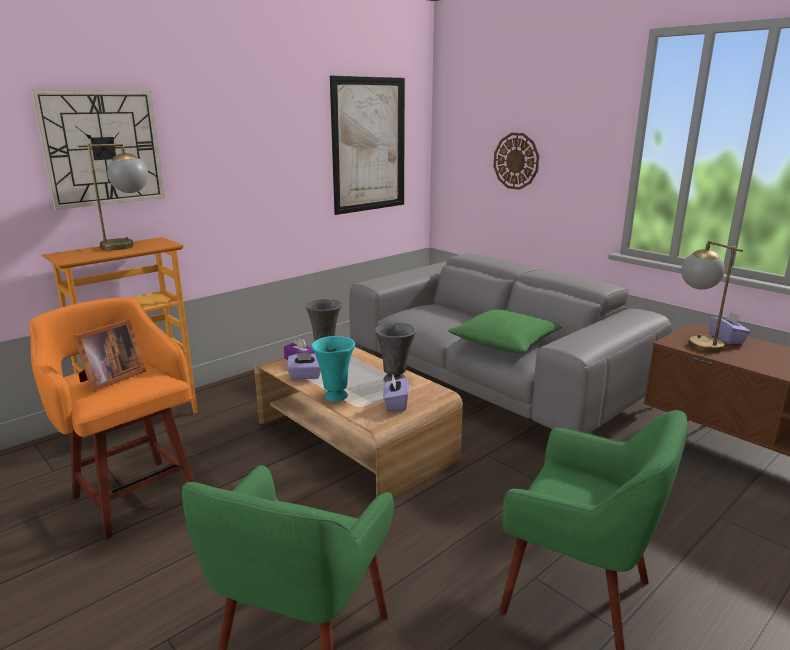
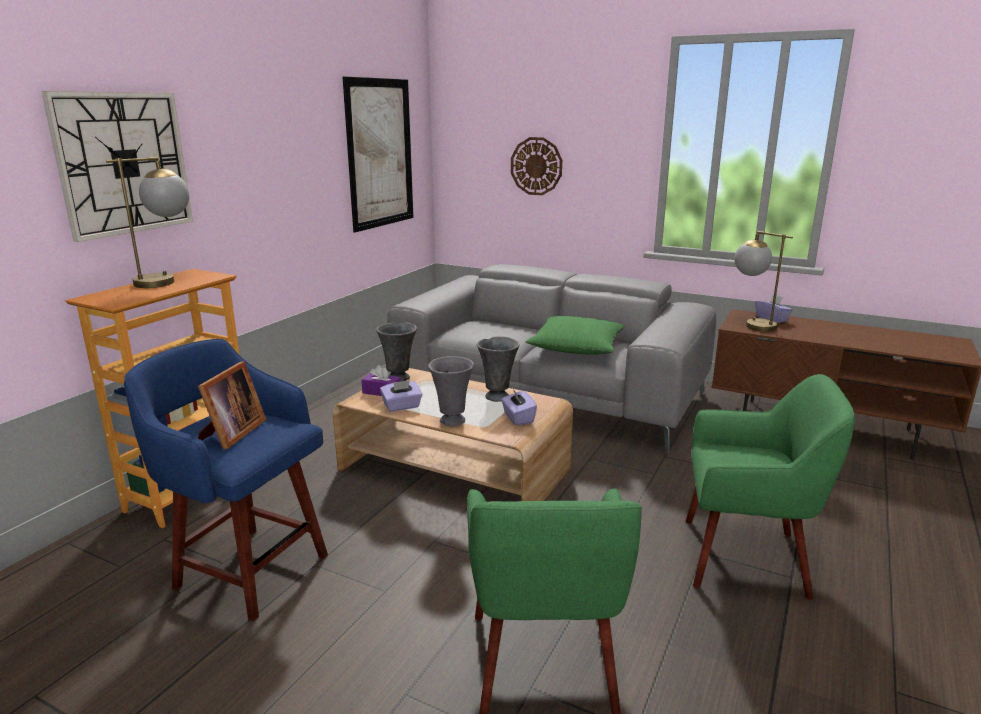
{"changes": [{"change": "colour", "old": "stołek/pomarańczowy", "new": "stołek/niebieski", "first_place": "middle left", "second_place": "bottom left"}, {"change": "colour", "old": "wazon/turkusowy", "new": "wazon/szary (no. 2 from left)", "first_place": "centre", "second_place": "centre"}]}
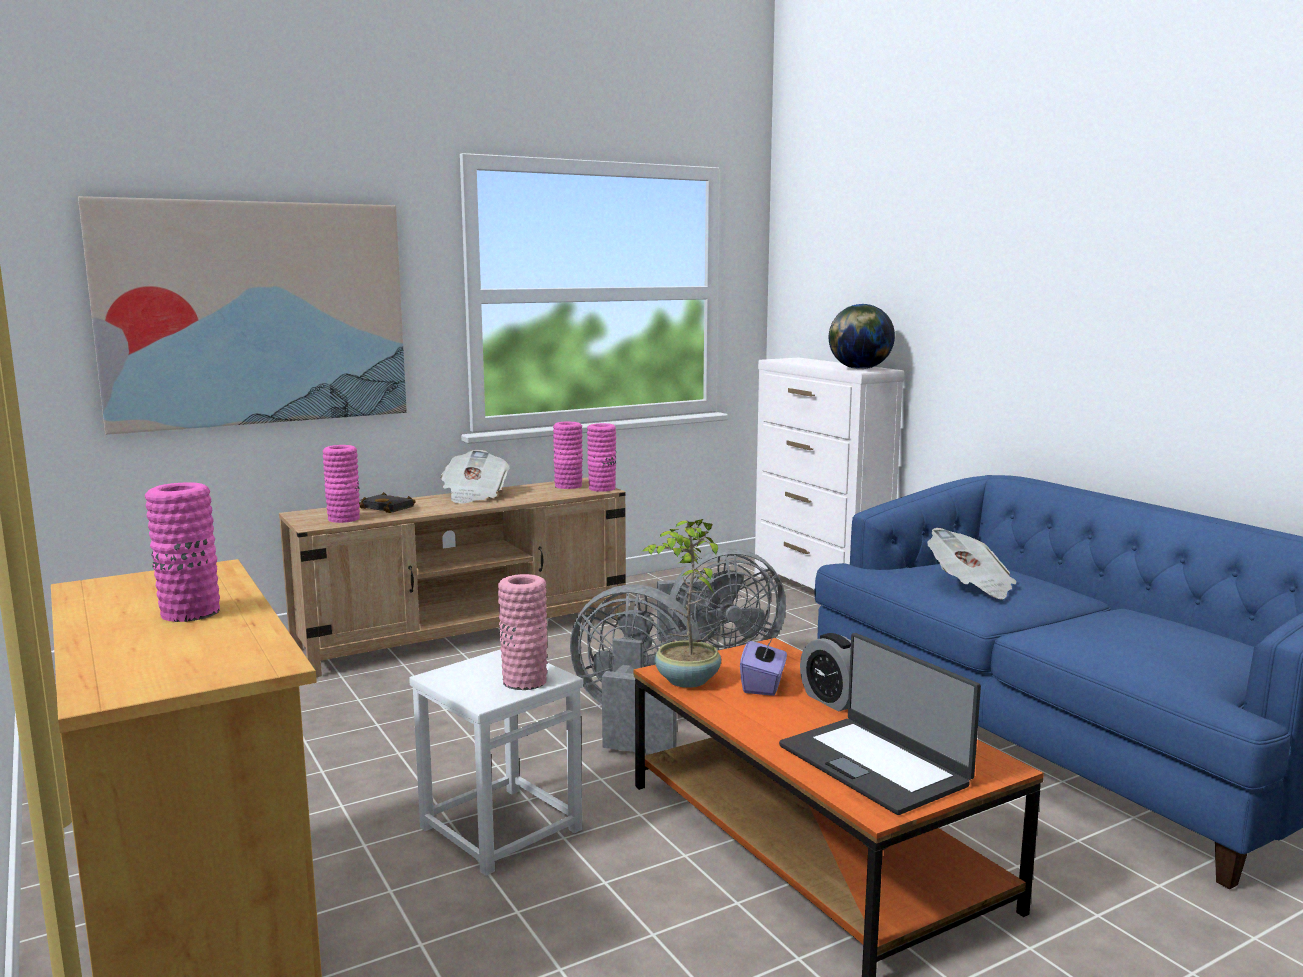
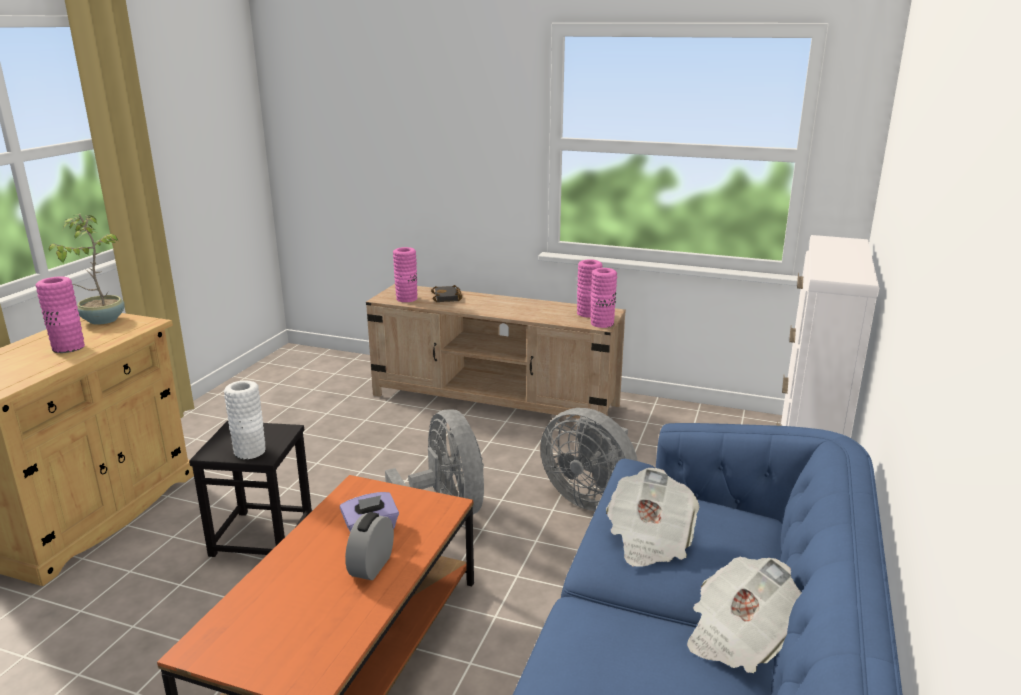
{"changes": [{"change": "missing", "old": "obraz", "first_place": "top left"}, {"change": "missing", "old": "laptop", "first_place": "bottom right"}, {"change": "missing", "old": "globus", "first_place": "centre"}, {"change": "relocated", "old": "gazeta (no. 1 from left in the first image)", "new": "gazeta (no. 2 from left)", "first_place": "centre", "second_place": "bottom right"}, {"change": "relocated", "old": "roślina doniczkowa", "first_place": "centre", "second_place": "middle left"}, {"change": "colour", "old": "stołek/biały", "new": "stołek/czarny", "first_place": "bottom centre", "second_place": "bottom left"}, {"change": "colour", "old": "wazon/różowy (no. 3 from left)", "new": "wazon/biały", "first_place": "centre", "second_place": "middle left"}]}
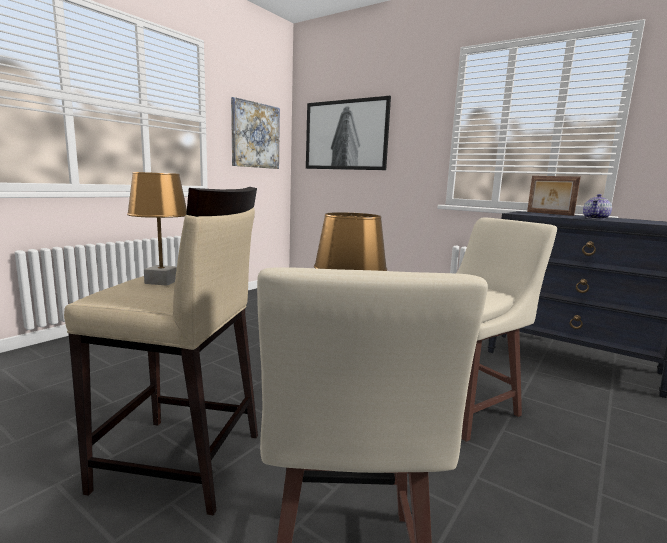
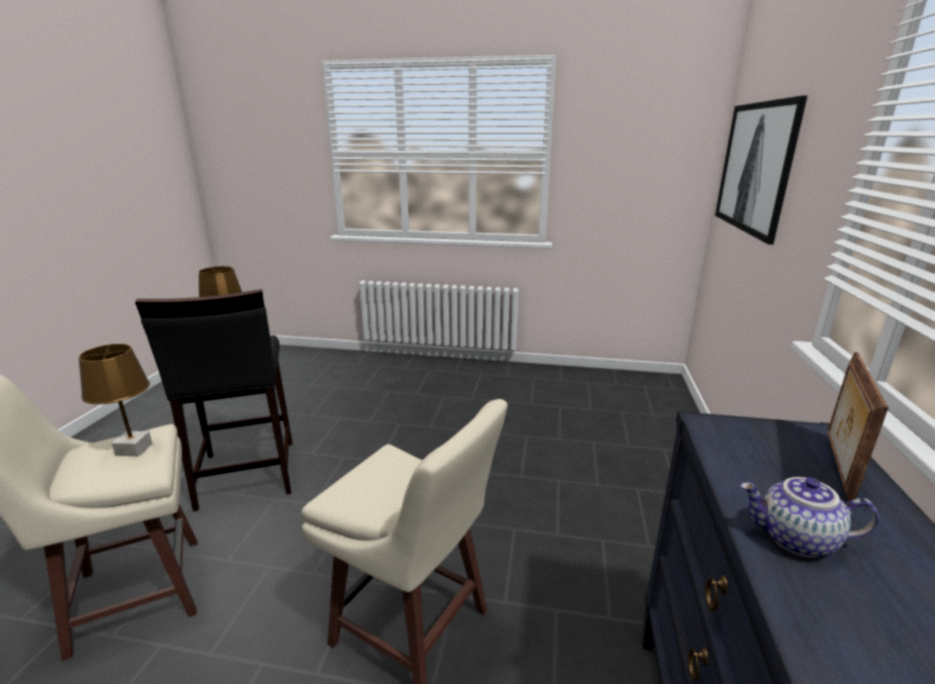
{"changes": [{"change": "missing", "old": "obraz (no. 1 from left)", "first_place": "top centre"}, {"change": "colour", "old": "stołek/beżowy (no. 1 from left)", "new": "stołek/czarny", "first_place": "middle left", "second_place": "middle left"}]}
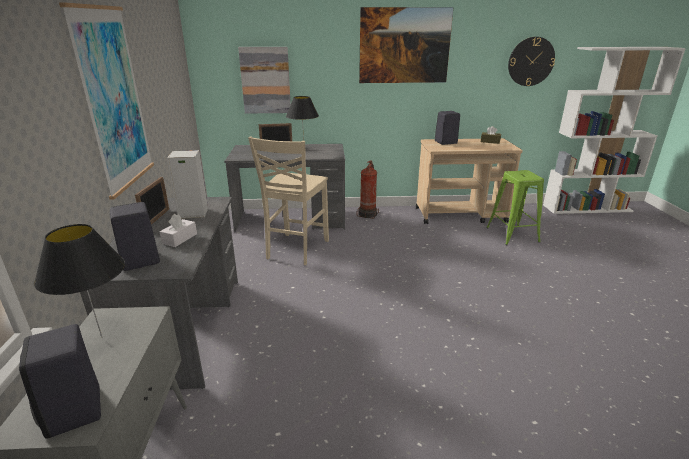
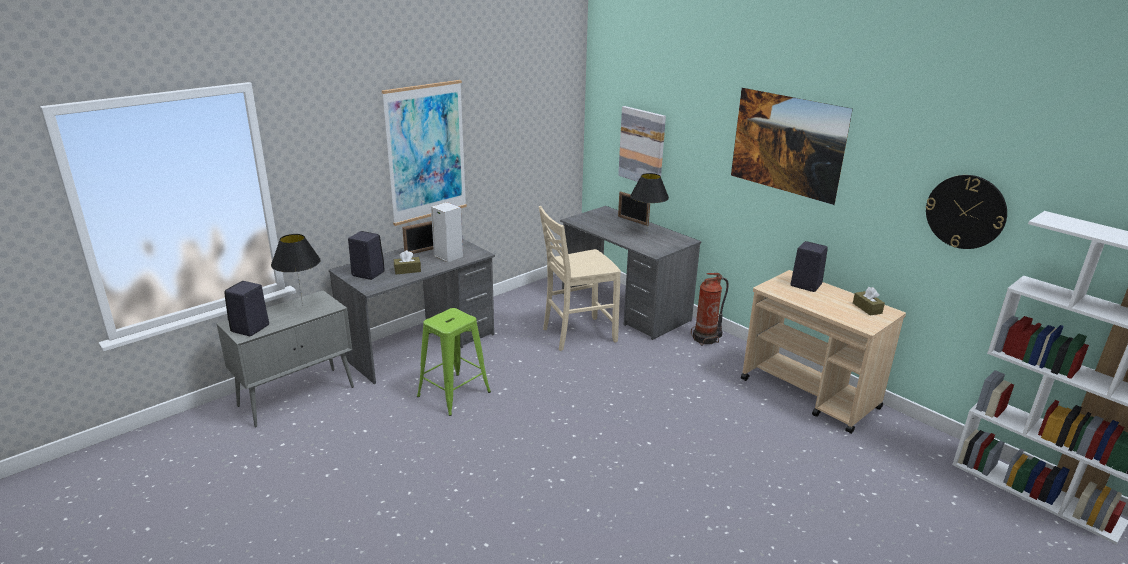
{"changes": [{"change": "relocated", "old": "stołek/zielony", "first_place": "middle right", "second_place": "centre"}, {"change": "colour", "old": "pudełko chusteczek/biały", "new": "pudełko chusteczek/brązowy (no. 1 from left)", "first_place": "middle left", "second_place": "centre"}]}
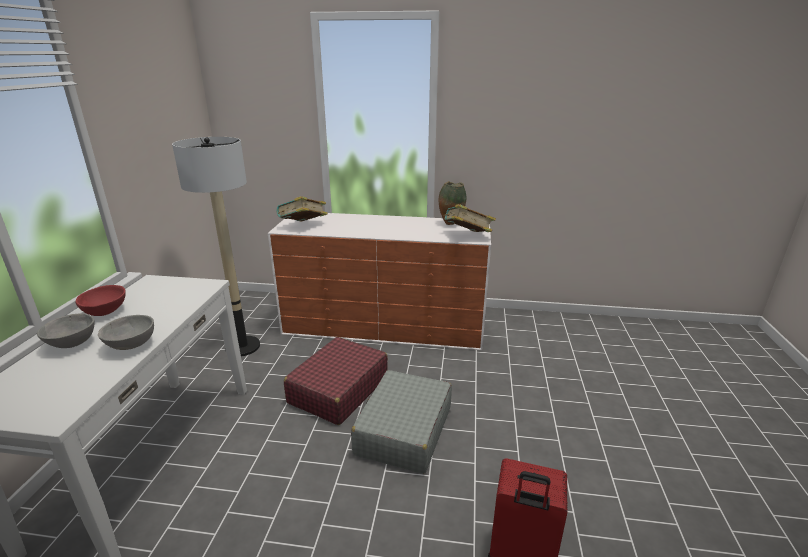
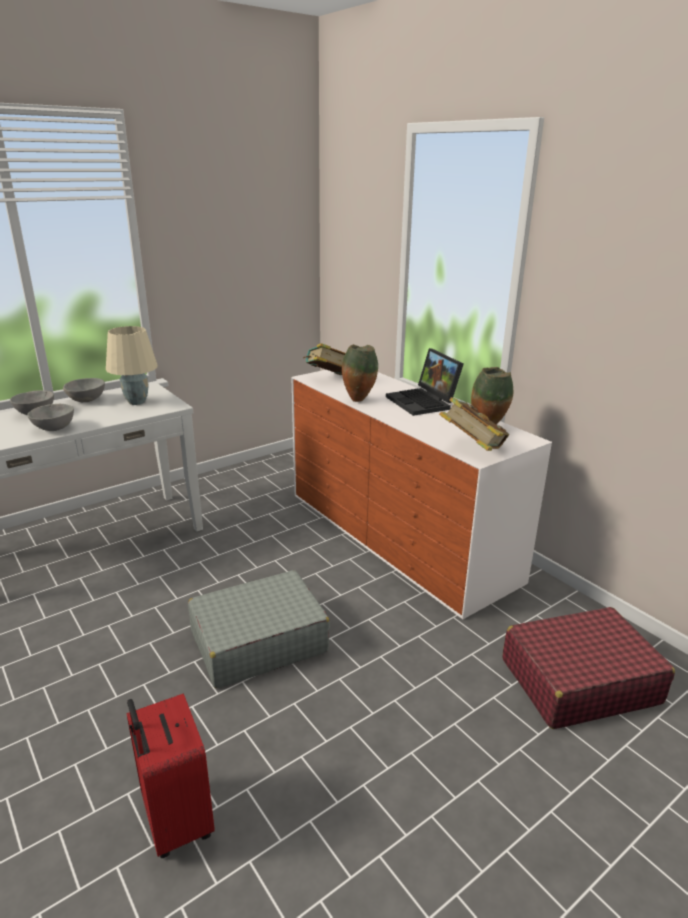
{"changes": [{"change": "missing", "old": "lampa stojąca", "first_place": "middle left"}, {"change": "appeared", "new": "lampa stołowa/beżowy", "second_place": "middle left"}, {"change": "appeared", "new": "wazon (no. 1 from left)", "second_place": "centre"}, {"change": "appeared", "new": "laptop", "second_place": "centre"}, {"change": "relocated", "old": "walizka/czerwony (no. 1 from left in the first image)", "new": "walizka/czerwony (no. 2 from left)", "first_place": "bottom centre", "second_place": "bottom right"}, {"change": "colour", "old": "miska/czerwony", "new": "miska/szary (no. 3 from left)", "first_place": "middle left", "second_place": "middle left"}]}
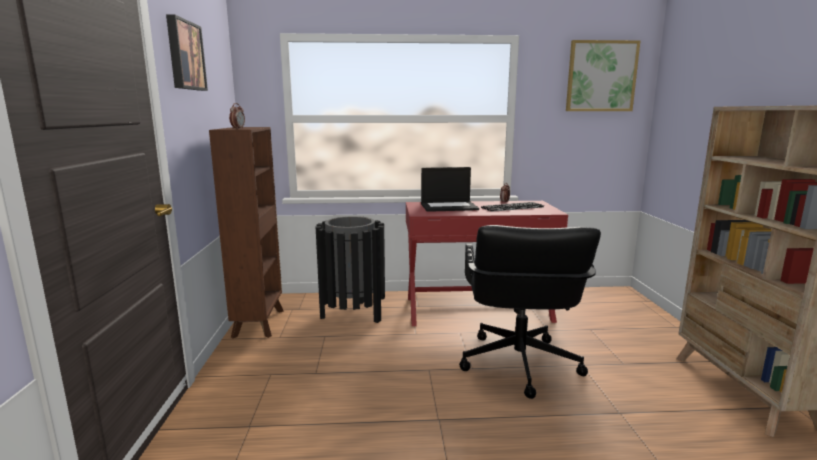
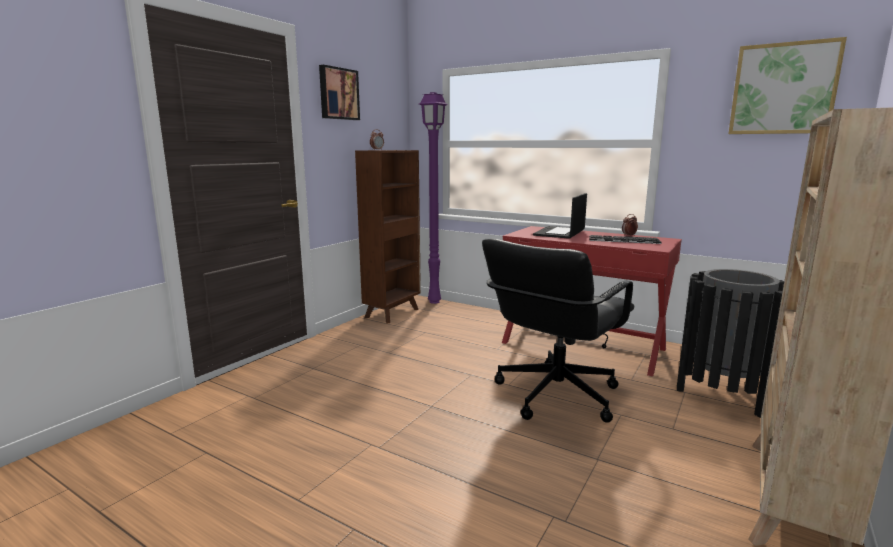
{"changes": [{"change": "appeared", "new": "lampa stojąca/fioletowy", "second_place": "centre"}, {"change": "relocated", "old": "kosz na śmieci/czarny", "first_place": "centre", "second_place": "middle right"}, {"change": "spun", "old": "laptop", "first_place": "centre", "second_place": "centre", "degrees": 90}]}
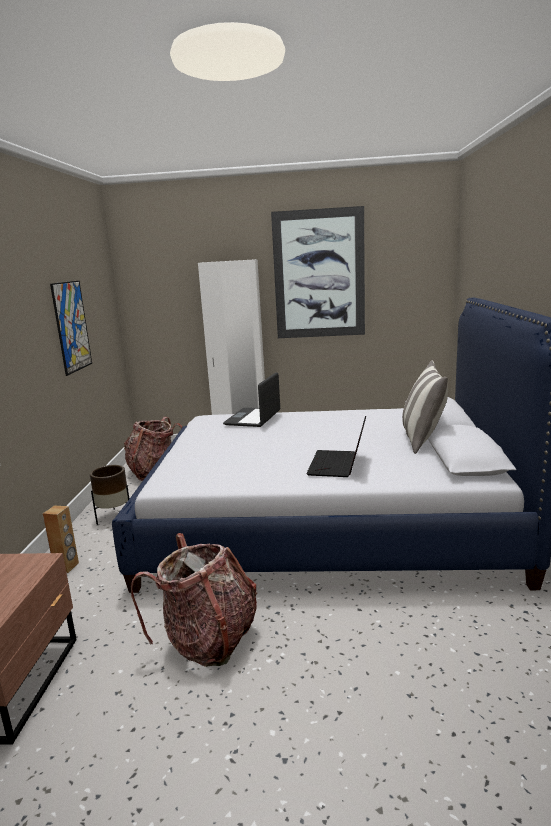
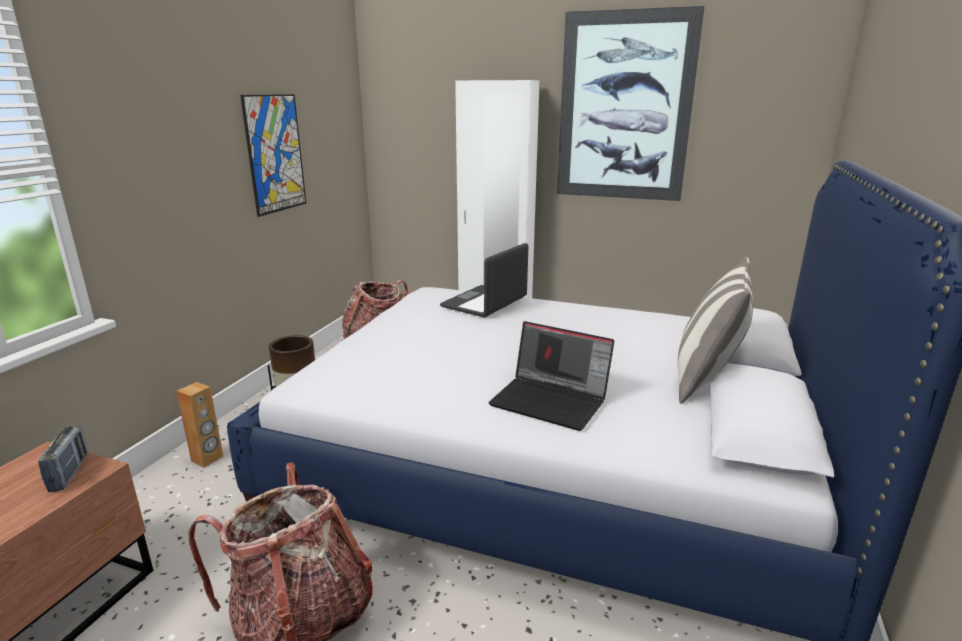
{"changes": [{"change": "appeared", "new": "radio", "second_place": "bottom left"}, {"change": "spun", "old": "laptop (no. 2 from left)", "first_place": "centre", "second_place": "centre", "degrees": -90}]}
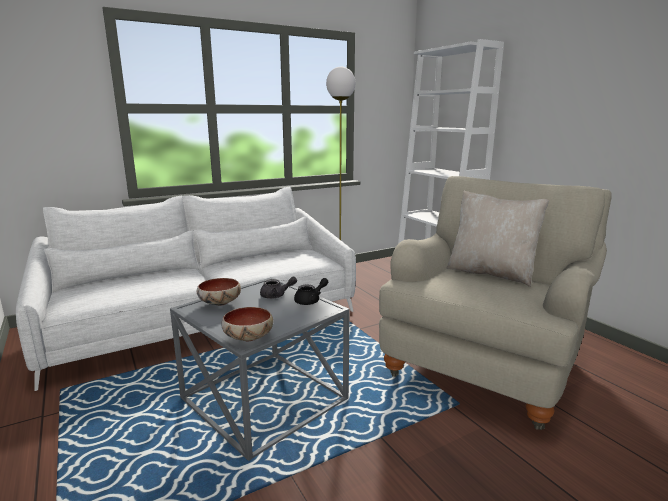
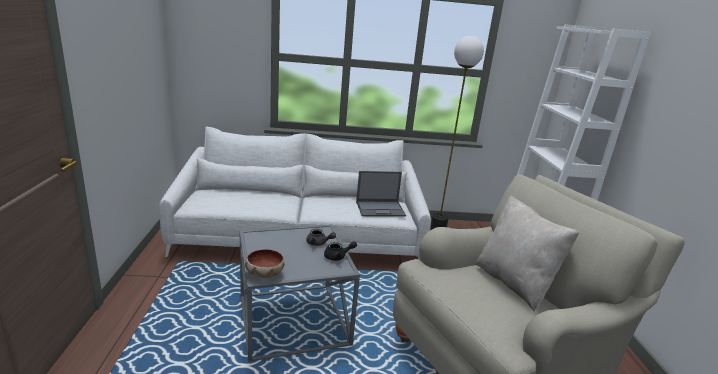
{"changes": [{"change": "missing", "old": "miska (no. 1 from left)", "first_place": "middle left"}, {"change": "appeared", "new": "laptop", "second_place": "centre"}]}
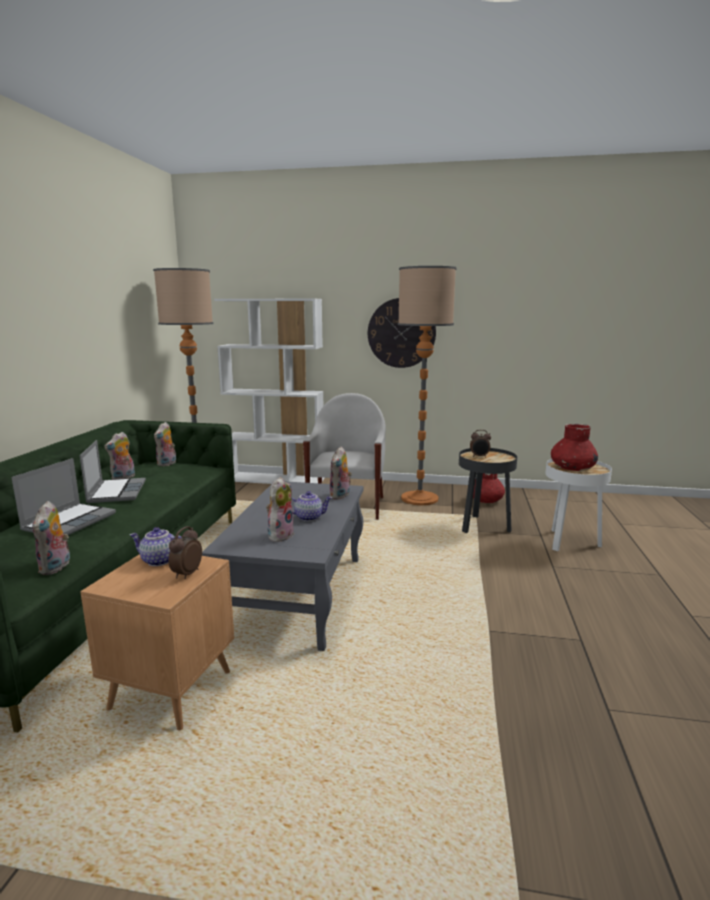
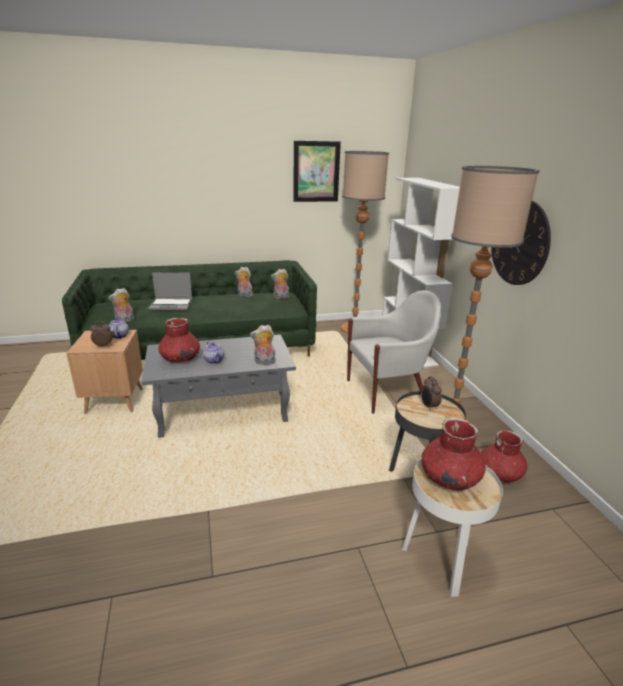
{"changes": [{"change": "missing", "old": "laptop (no. 2 from left)", "first_place": "middle left"}, {"change": "appeared", "new": "obraz", "second_place": "top centre"}, {"change": "exchanged", "old": "pluszak (no. 4 from left)", "new": "wazon/czerwony (no. 1 from left)", "first_place": "centre", "second_place": "middle left"}]}
